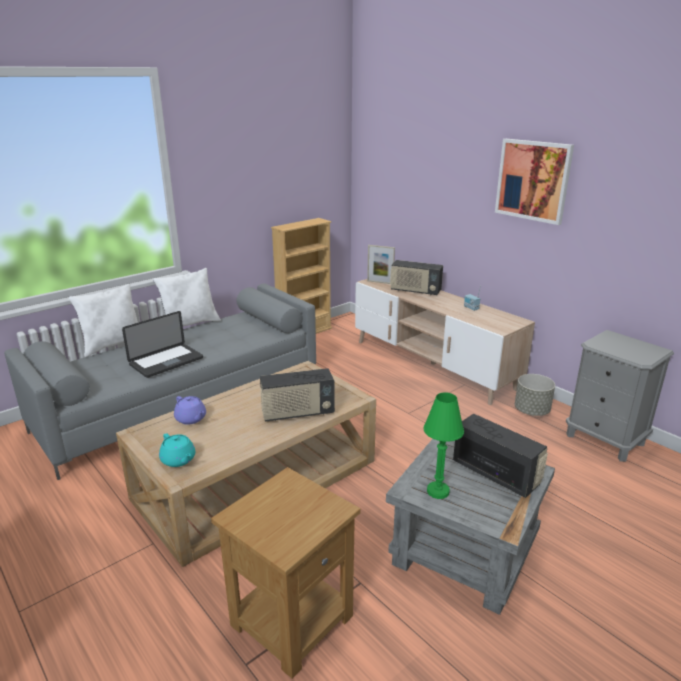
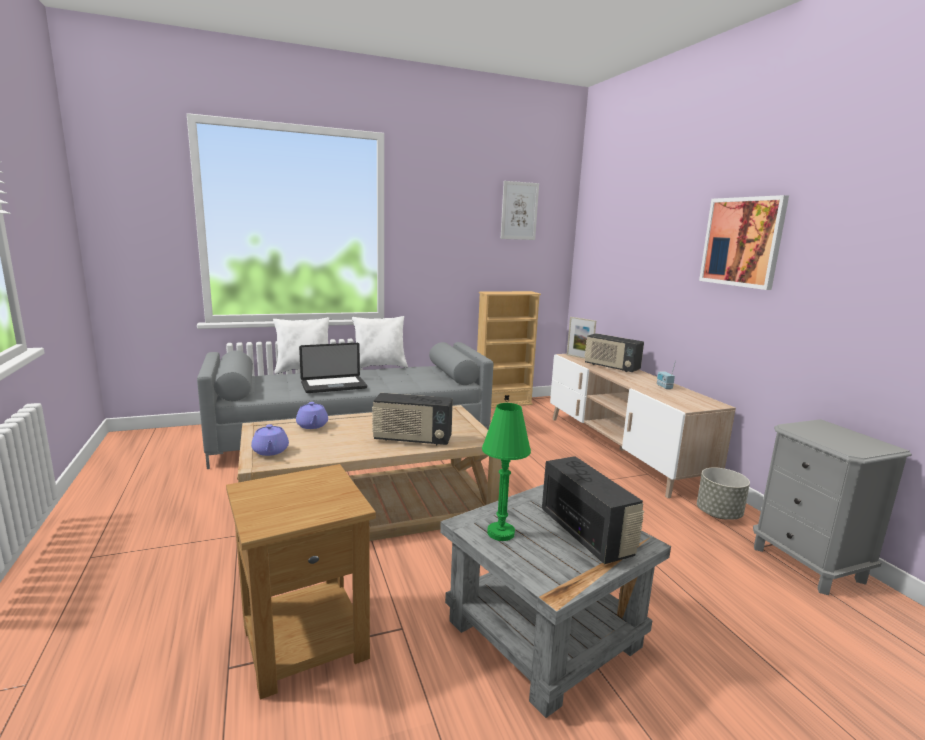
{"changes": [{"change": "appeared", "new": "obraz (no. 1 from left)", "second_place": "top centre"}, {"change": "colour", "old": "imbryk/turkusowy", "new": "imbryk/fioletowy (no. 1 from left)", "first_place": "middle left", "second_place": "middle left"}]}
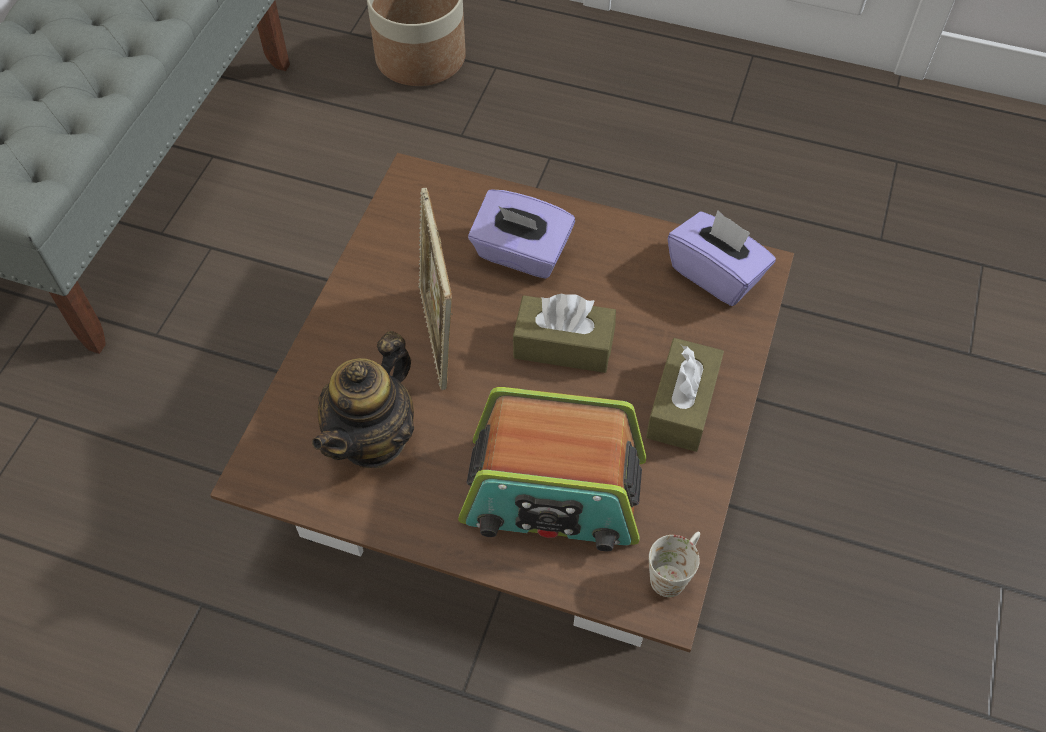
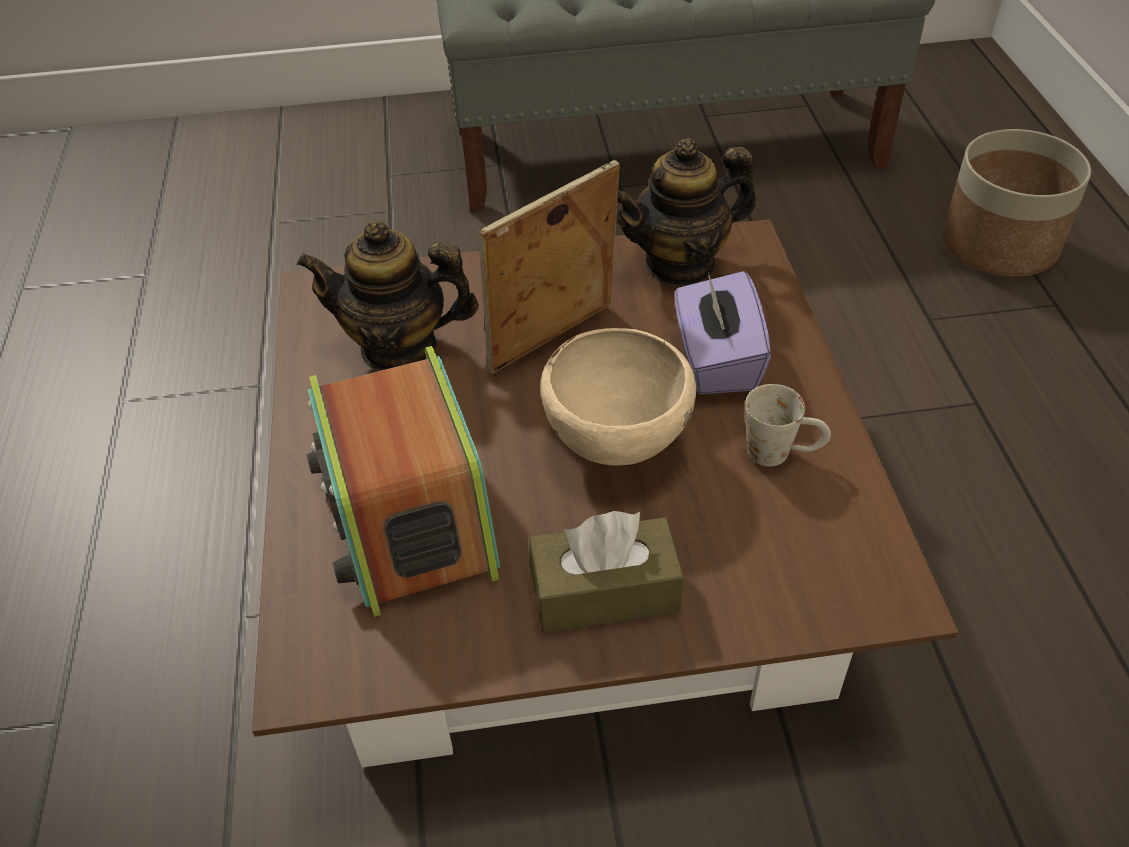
{"changes": [{"change": "missing", "old": "pudełko chusteczek/fioletowy (no. 2 from left)", "first_place": "middle right"}, {"change": "appeared", "new": "imbryk (no. 2 from left)", "second_place": "top centre"}, {"change": "relocated", "old": "kubek/biały", "first_place": "bottom centre", "second_place": "middle right"}, {"change": "exchanged", "old": "pudełko chusteczek/brązowy (no. 1 from left)", "new": "miska/beżowy", "first_place": "centre", "second_place": "centre"}]}
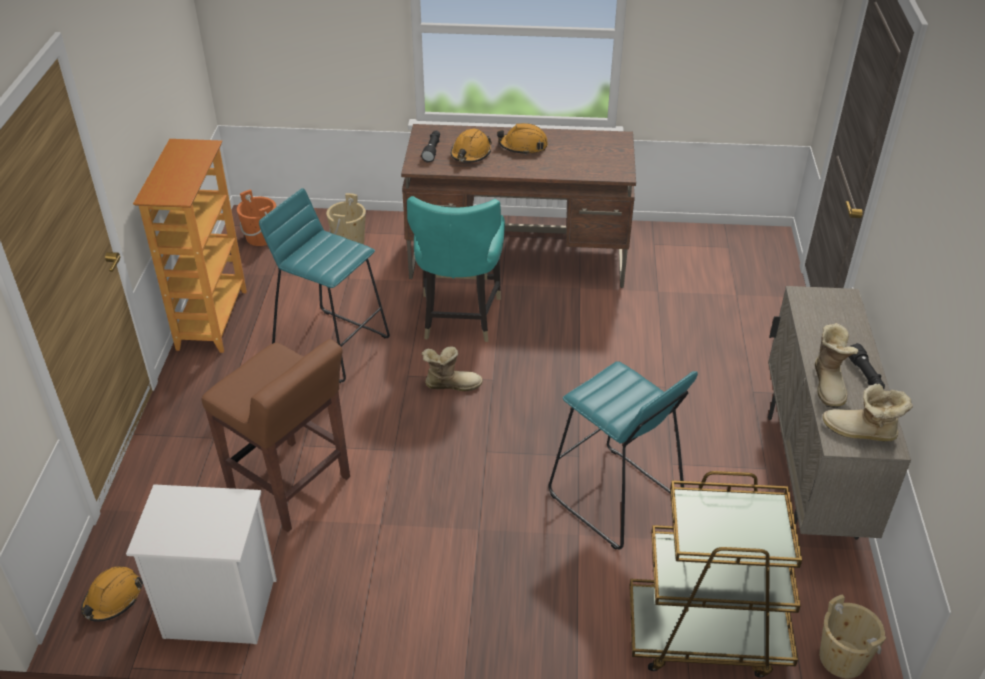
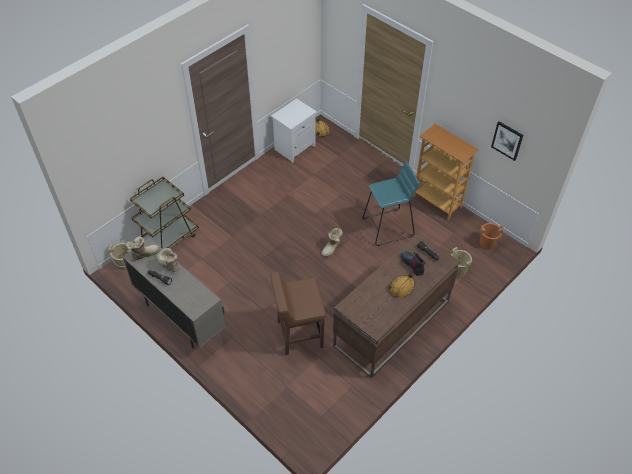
{"changes": [{"change": "missing", "old": "krzesło/turkusowy", "first_place": "centre"}, {"change": "missing", "old": "stołek/turkusowy (no. 2 from left)", "first_place": "bottom centre"}, {"change": "appeared", "new": "obraz", "second_place": "top right"}, {"change": "relocated", "old": "stołek/brązowy", "first_place": "middle left", "second_place": "centre"}, {"change": "exchanged", "old": "kask/pomarańczowy (no. 2 from left)", "new": "but z cholewką (no. 4 from left)", "first_place": "top centre", "second_place": "centre"}]}
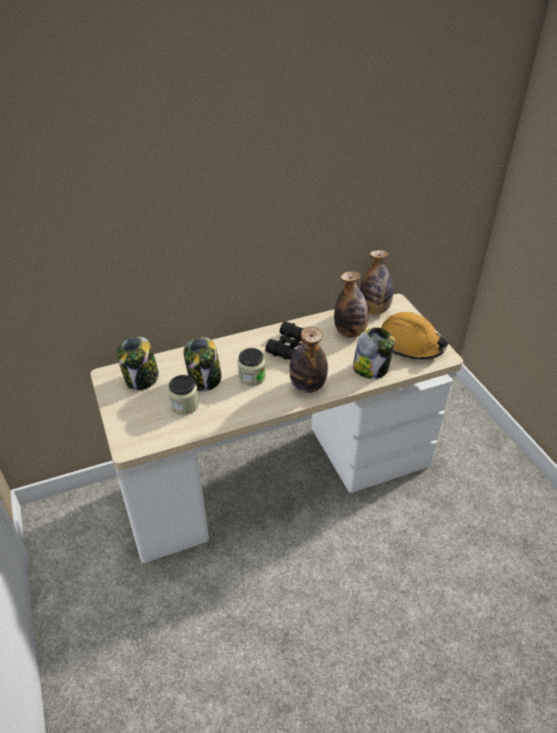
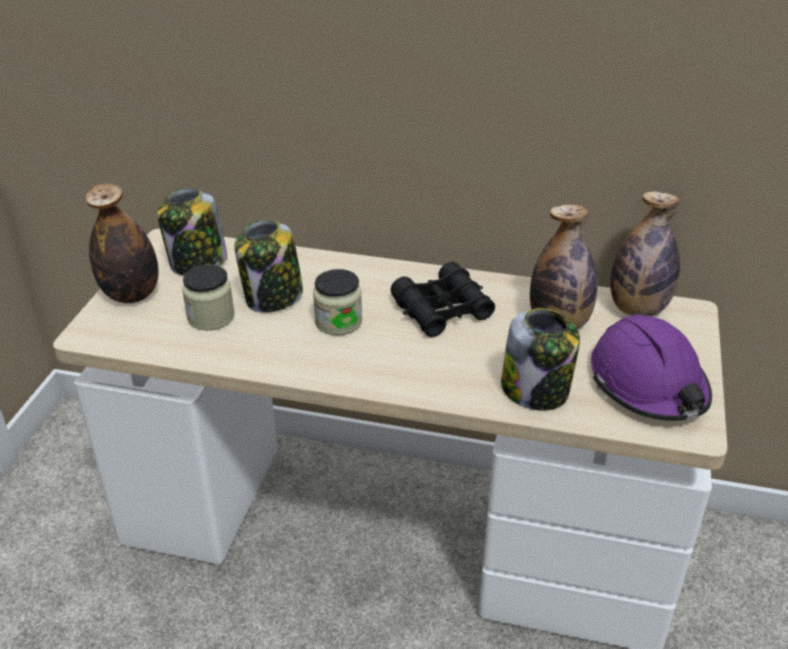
{"changes": [{"change": "relocated", "old": "butelka (no. 1 from left)", "first_place": "centre", "second_place": "middle left"}, {"change": "colour", "old": "kask/pomarańczowy", "new": "kask/fioletowy", "first_place": "middle right", "second_place": "middle right"}]}
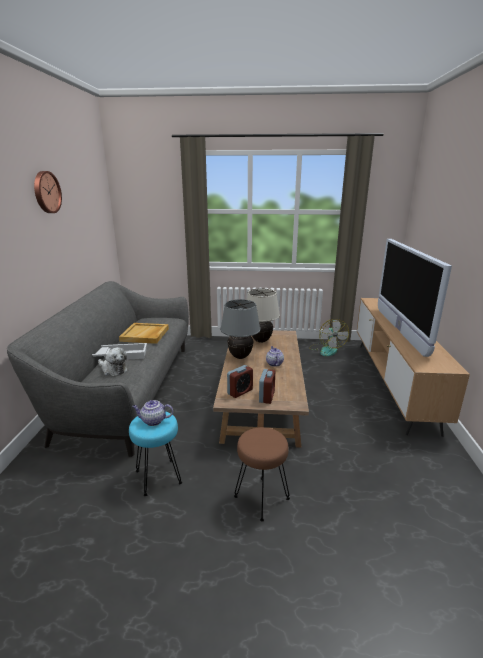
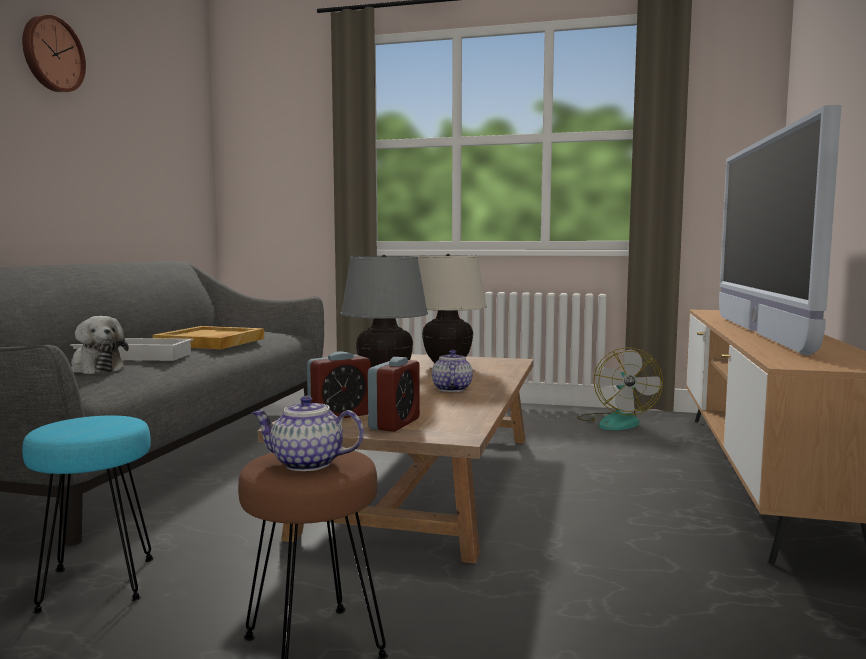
{"changes": [{"change": "relocated", "old": "imbryk (no. 1 from left)", "first_place": "middle left", "second_place": "centre"}]}
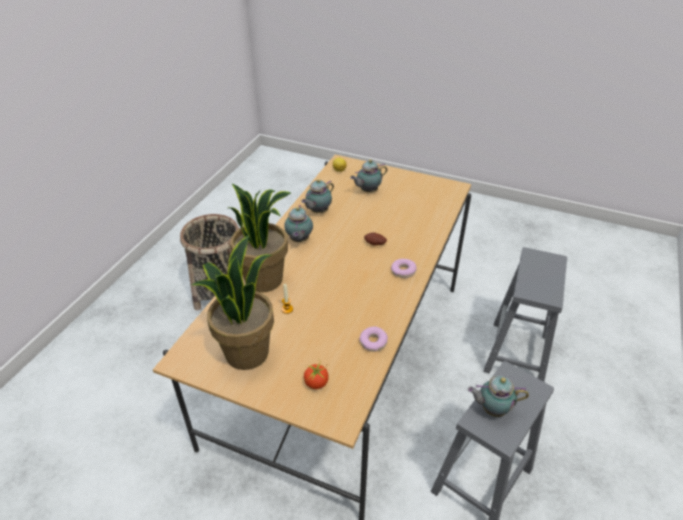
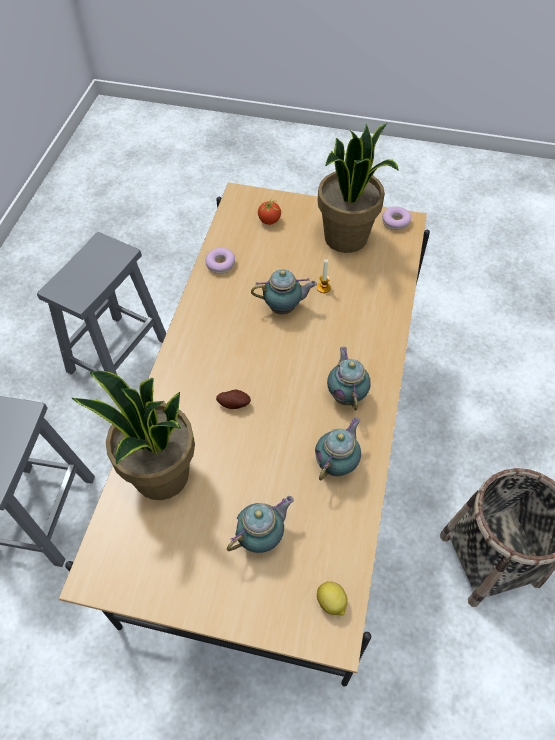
{"changes": [{"change": "relocated", "old": "roślina doniczkowa (no. 2 from left in the first image)", "new": "roślina doniczkowa (no. 1 from left)", "first_place": "centre", "second_place": "middle left"}, {"change": "relocated", "old": "donut (no. 2 from left)", "first_place": "centre", "second_place": "top right"}, {"change": "relocated", "old": "imbryk (no. 4 from left in the first image)", "new": "imbryk (no. 2 from left)", "first_place": "bottom right", "second_place": "centre"}]}
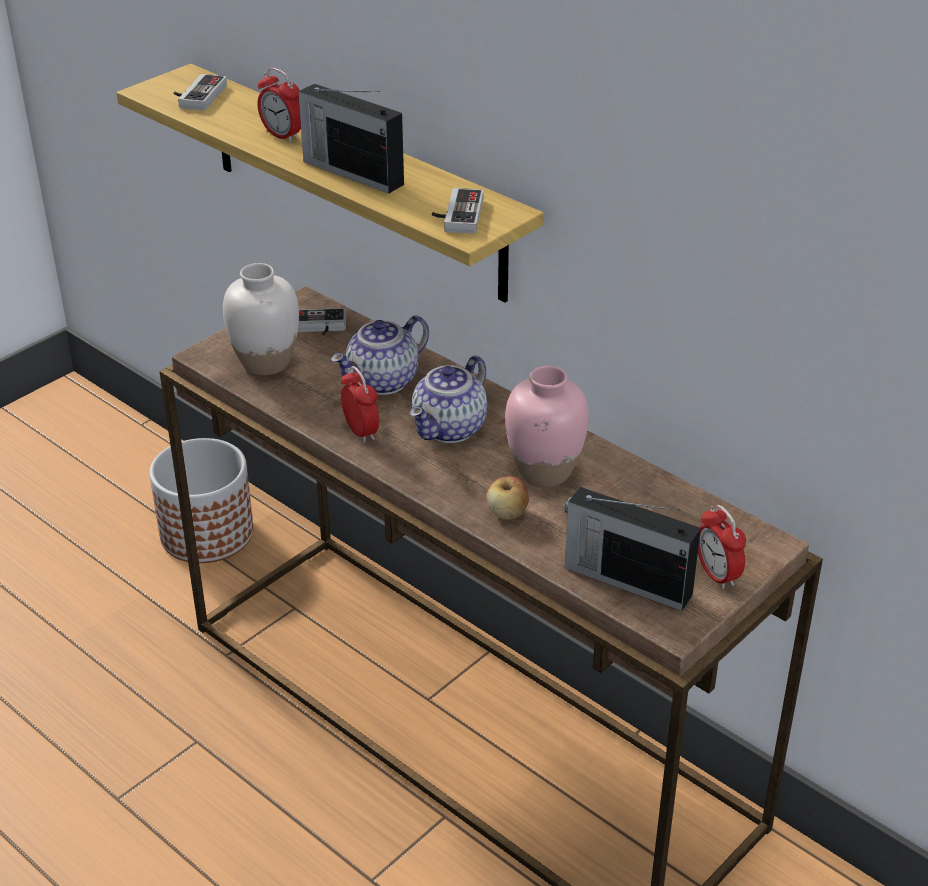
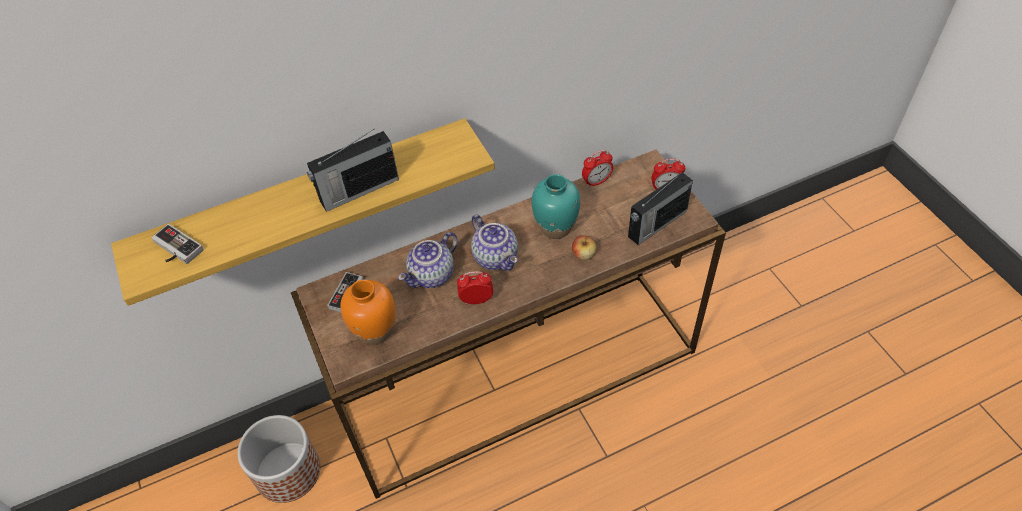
{"changes": [{"change": "missing", "old": "pad do gier (no. 3 from left)", "first_place": "top centre"}, {"change": "relocated", "old": "budzik (no. 1 from left in the first image)", "new": "budzik (no. 2 from left)", "first_place": "top left", "second_place": "top centre"}, {"change": "colour", "old": "wazon/biały", "new": "wazon/pomarańczowy", "first_place": "middle left", "second_place": "centre"}, {"change": "colour", "old": "wazon/różowy", "new": "wazon/turkusowy", "first_place": "centre", "second_place": "centre"}, {"change": "spun", "old": "imbryk (no. 1 from left)", "first_place": "centre", "second_place": "centre", "degrees": 60}]}
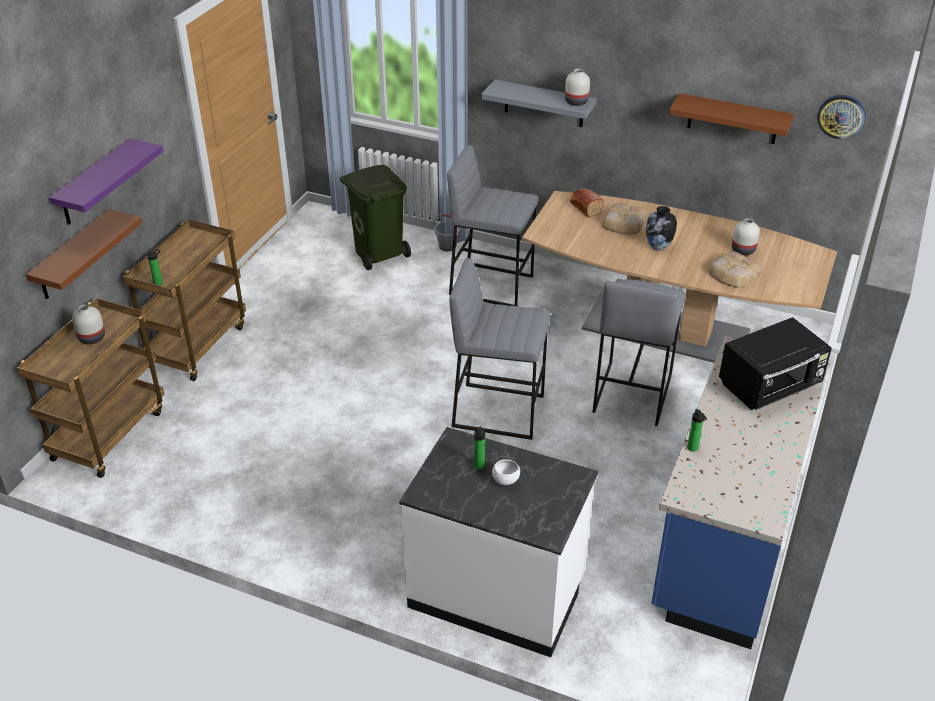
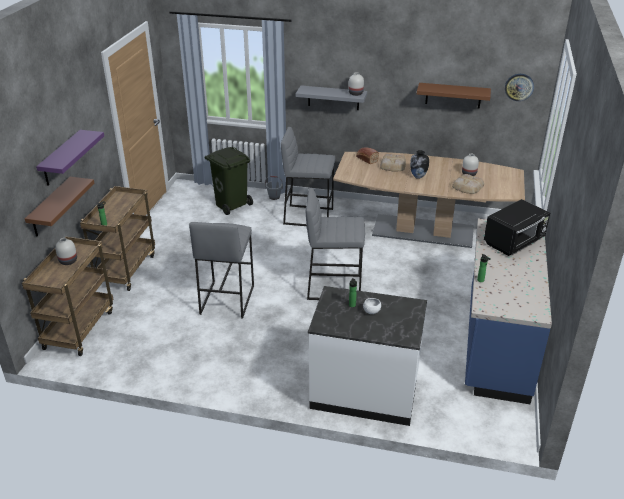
{"changes": [{"change": "relocated", "old": "stołek/szary (no. 3 from left in the first image)", "new": "stołek/szary (no. 1 from left)", "first_place": "middle right", "second_place": "centre"}]}
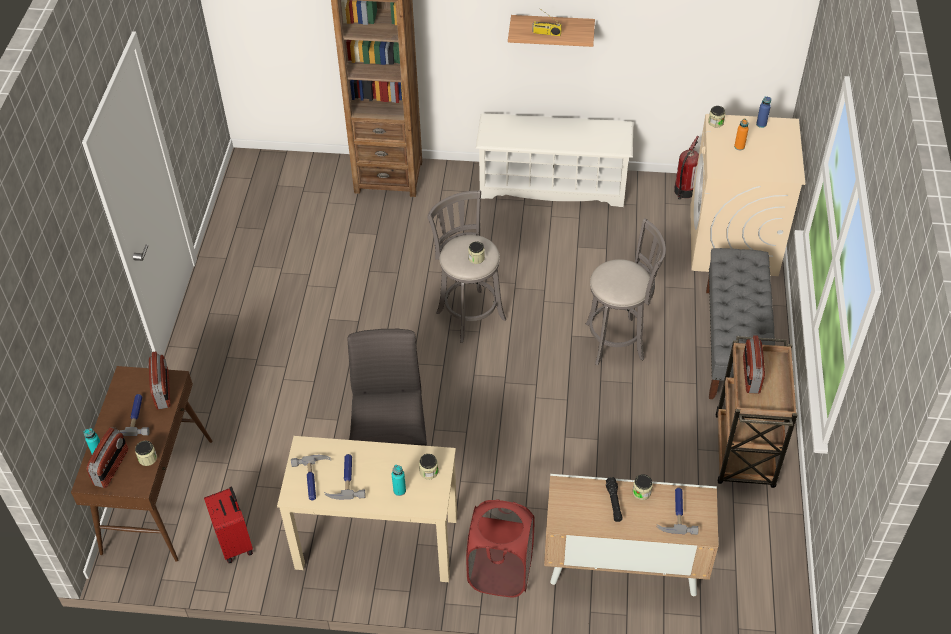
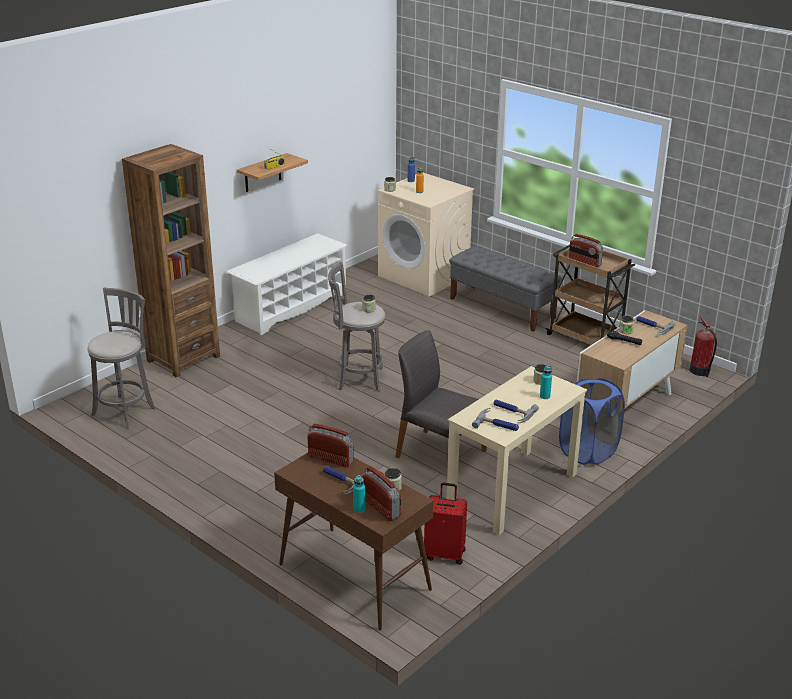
{"changes": [{"change": "relocated", "old": "stołek/szary (no. 2 from left in the first image)", "new": "stołek/szary (no. 1 from left)", "first_place": "centre", "second_place": "middle left"}, {"change": "relocated", "old": "gaśnica", "first_place": "top right", "second_place": "middle right"}, {"change": "colour", "old": "kosz na pranie/czerwony", "new": "kosz na pranie/niebieski", "first_place": "bottom centre", "second_place": "middle right"}]}
